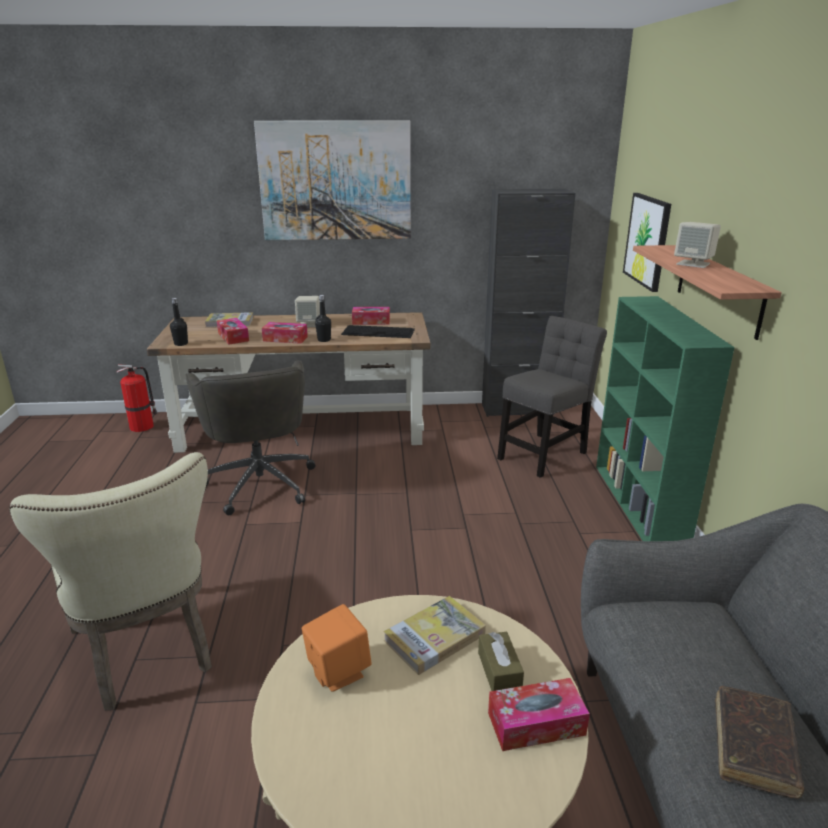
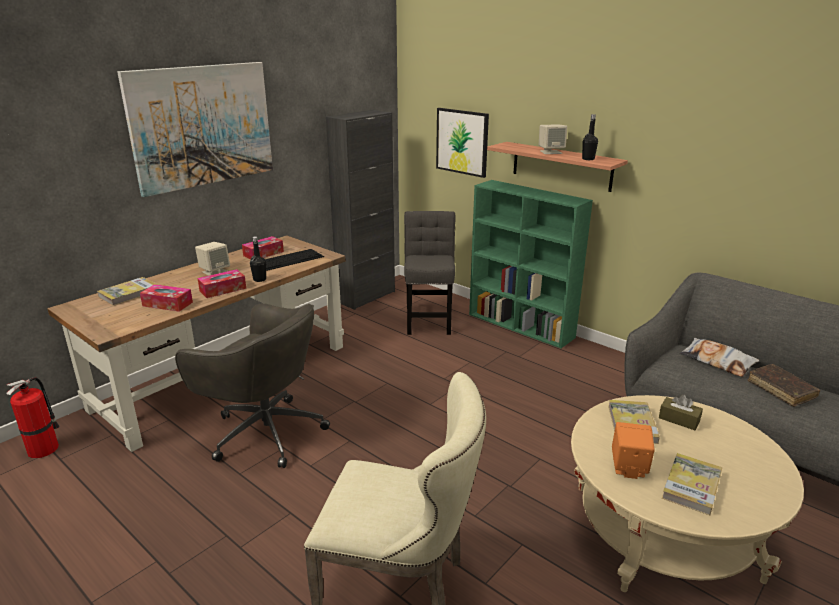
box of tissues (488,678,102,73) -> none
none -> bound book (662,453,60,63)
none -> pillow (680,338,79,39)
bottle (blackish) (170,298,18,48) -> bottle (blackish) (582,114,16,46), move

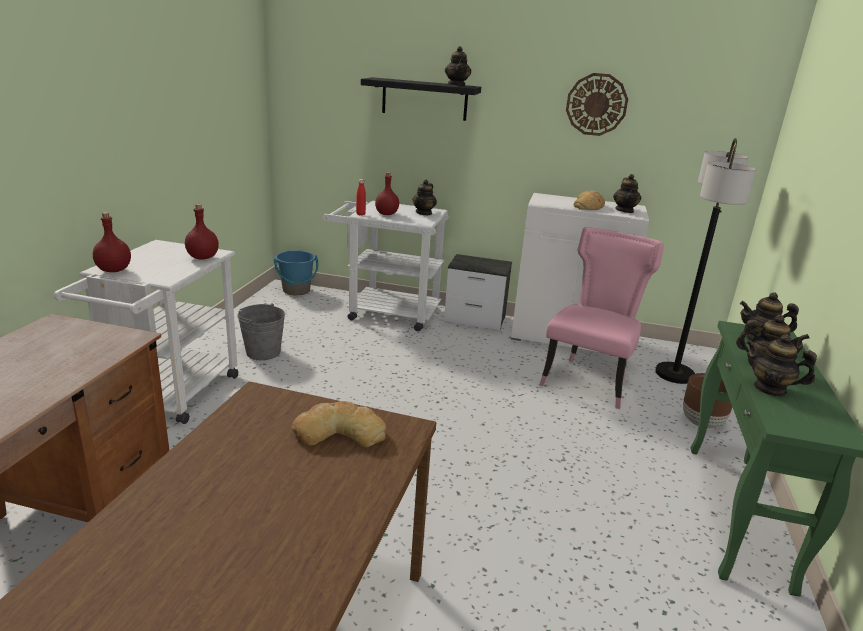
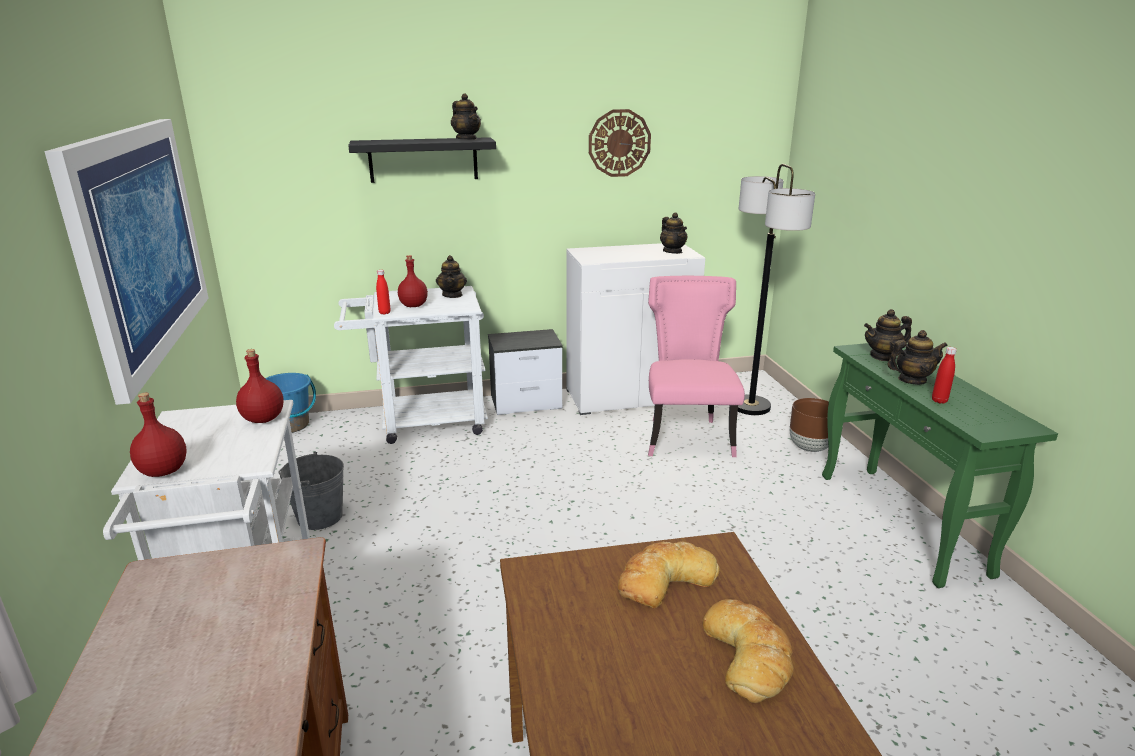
none -> wall picture (44,119,164,286)
bread (574,190,31,20) -> bread (703,599,91,104), move
pot for tea (746,334,71,63) -> bottle (red-coloured) (932,347,25,57)

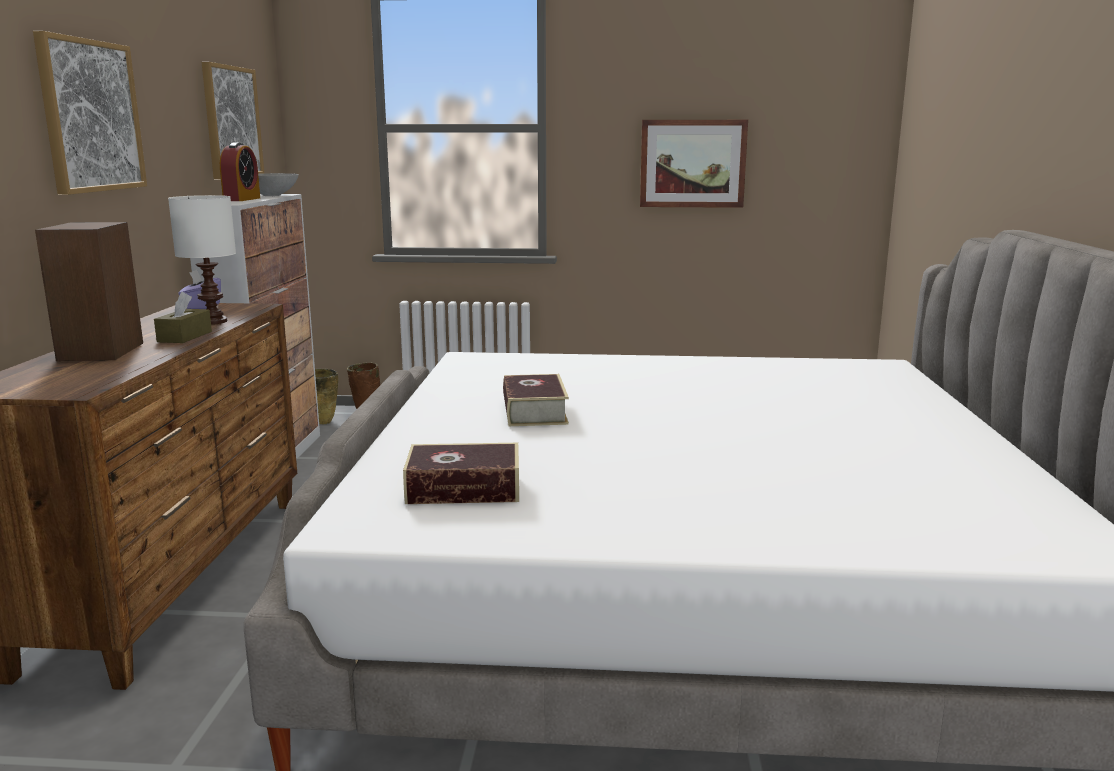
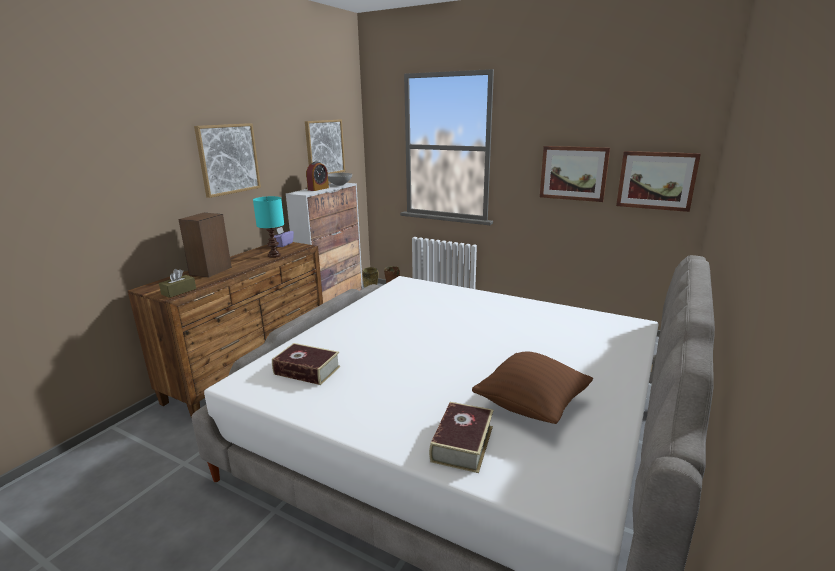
none -> pillow (brownish) (472,352,121,72)
none -> wall picture (616,151,85,61)
box of tissues (brownish) (154,292,58,51) -> box of tissues (brownish) (159,269,37,29), move
bound book (503,374,66,52) -> bound book (429,402,65,71), move
lamp for a table (white-coloured) (168,195,68,130) -> lamp for a table (blue-green) (253,196,31,62)

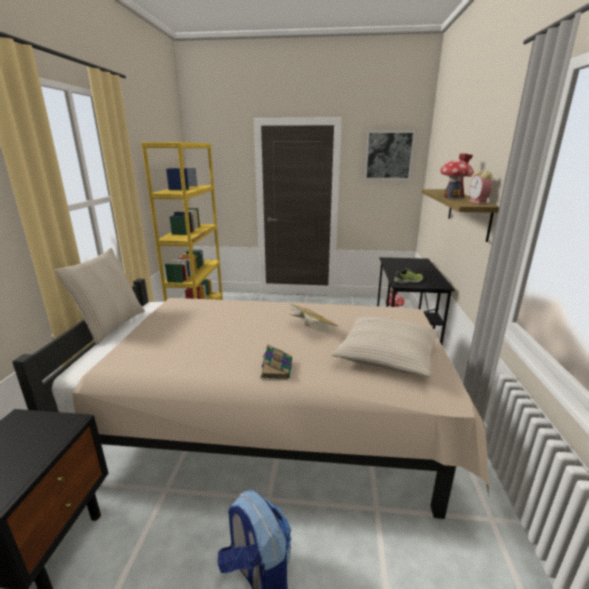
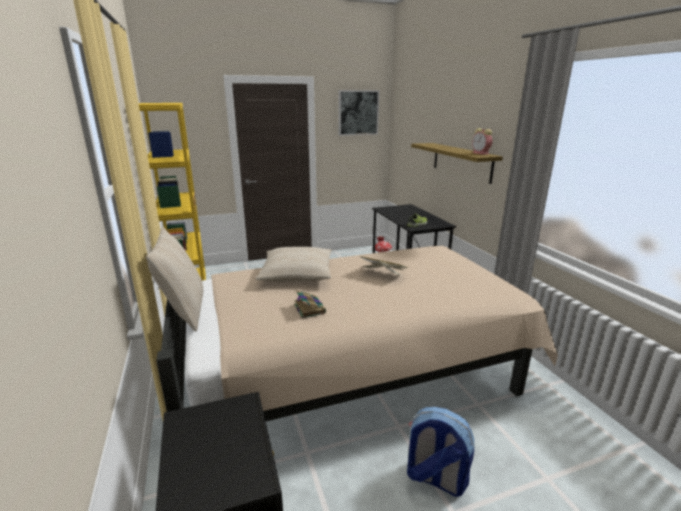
model house (440,153,34,45) -> none
bound book (261,345,31,34) -> bound book (294,290,32,28), move
pillow (sand-coloured) (331,316,108,61) -> pillow (sand-coloured) (256,247,76,35), move

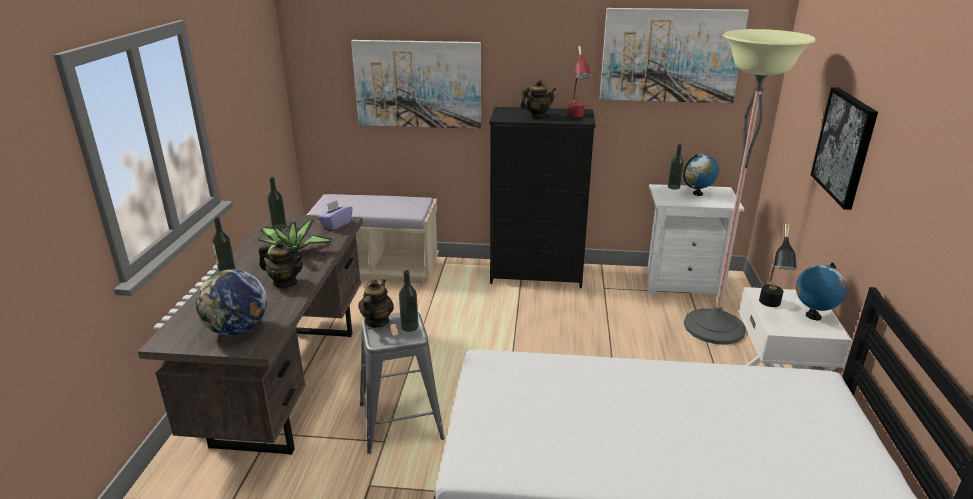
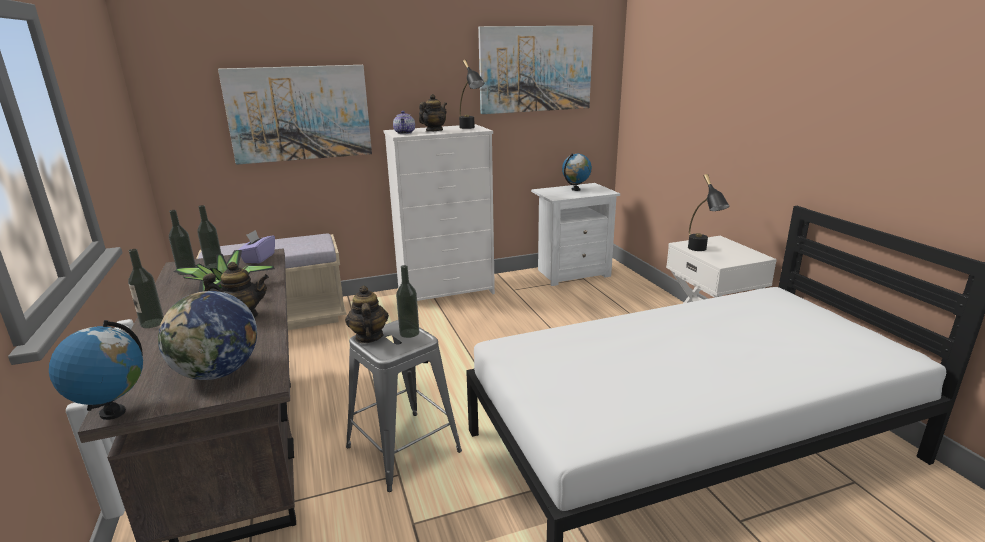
standard lamp (684,29,132,316) -> none
wall picture (811,87,67,123) -> none
none -> pot for tea (393,111,22,23)
bottle (668,144,16,46) -> bottle (197,205,24,64), move
world globe (796,263,51,57) -> world globe (49,320,94,100), move
dresser (blackish) (489,107,106,181) -> dresser (white-coloured) (384,124,111,177)
lamp for a table (red-coloured) (568,46,23,71) -> lamp for a table (blackish) (459,60,25,69)

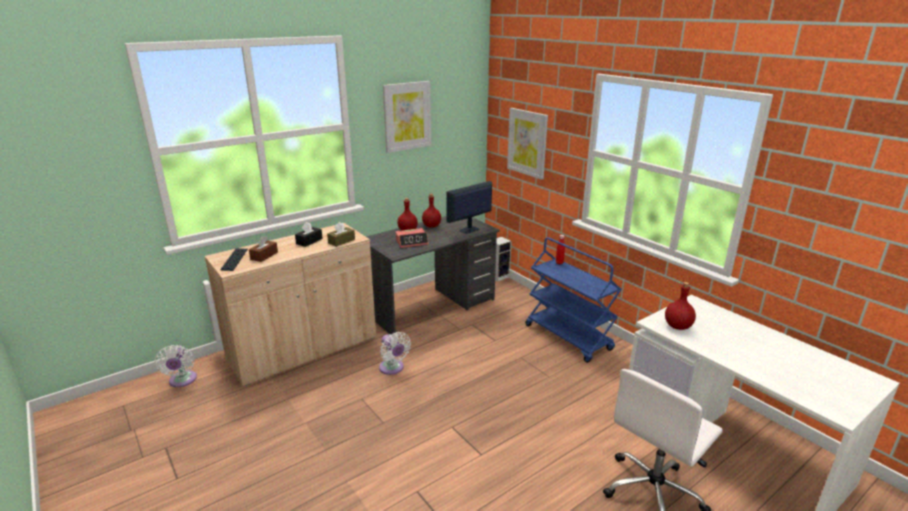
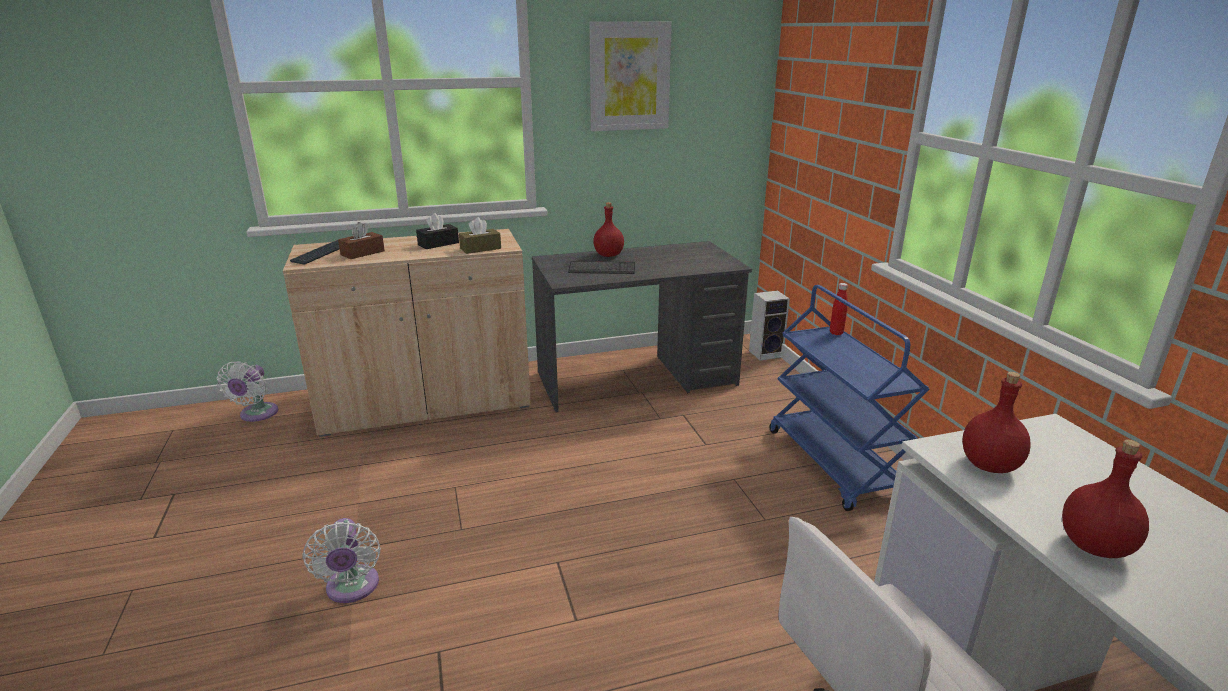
computer display (446,181,46,53) -> none
wall picture (507,108,41,72) -> none
fan (white-coloured) (379,332,32,43) -> fan (white-coloured) (302,518,78,85), move
bottle (red-coloured) (422,194,19,34) -> bottle (red-coloured) (1062,440,87,118), move
table clock (395,228,34,20) -> computer keyboard (568,261,67,13)

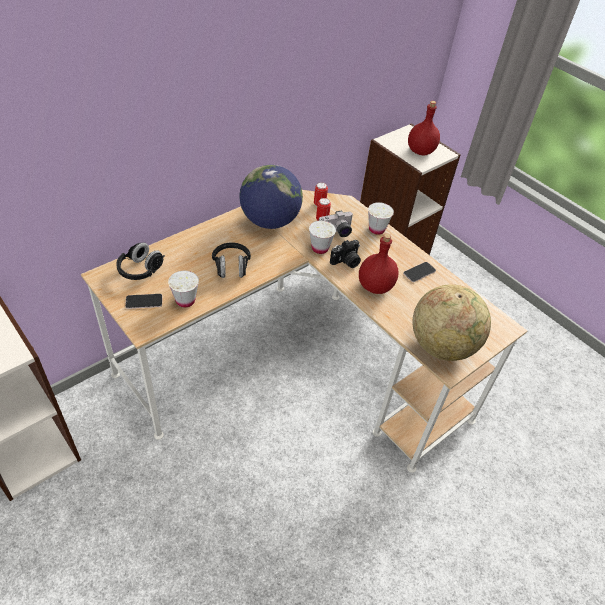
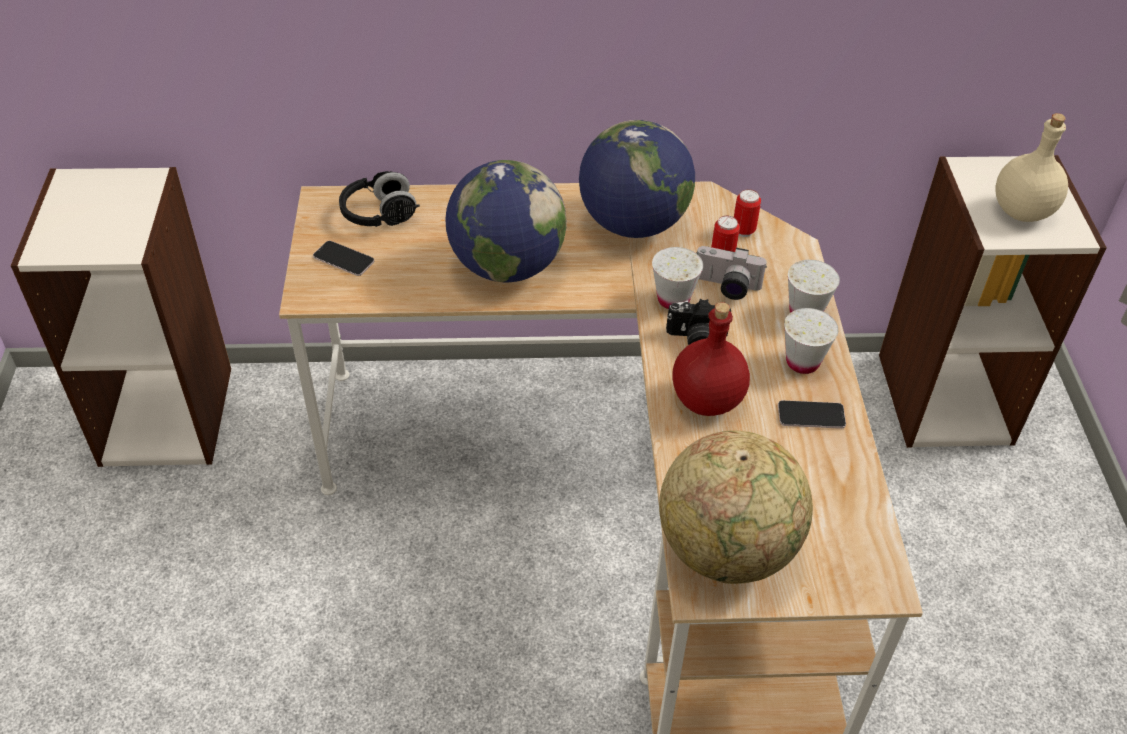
small cup (white-coloured) (168,271,31,36) -> small cup (white-coloured) (784,308,54,66), move
headphones (blackish) (212,243,39,35) -> world globe (446,160,121,122)
bottle (red-coloured) (408,101,32,55) -> bottle (sand-coloured) (995,113,73,109)

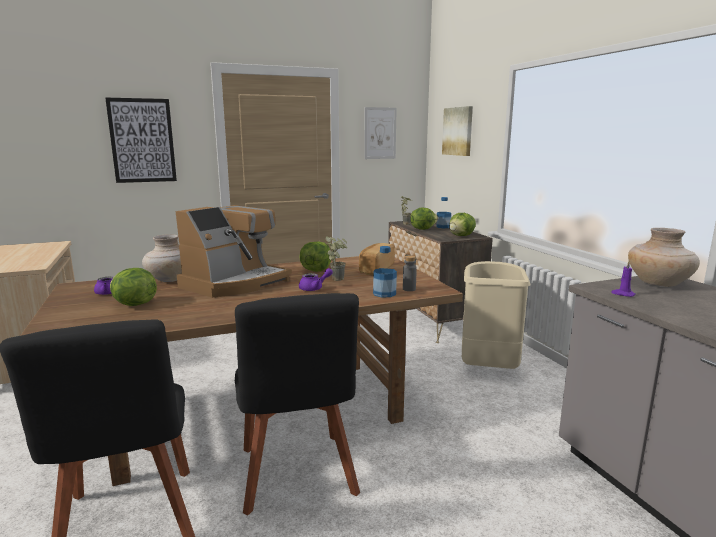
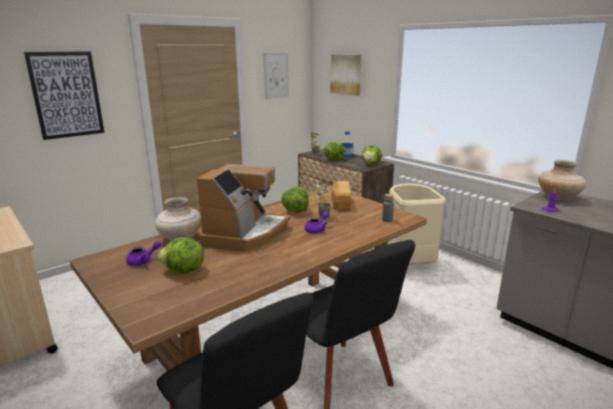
bottle (373,246,24,52) -> none

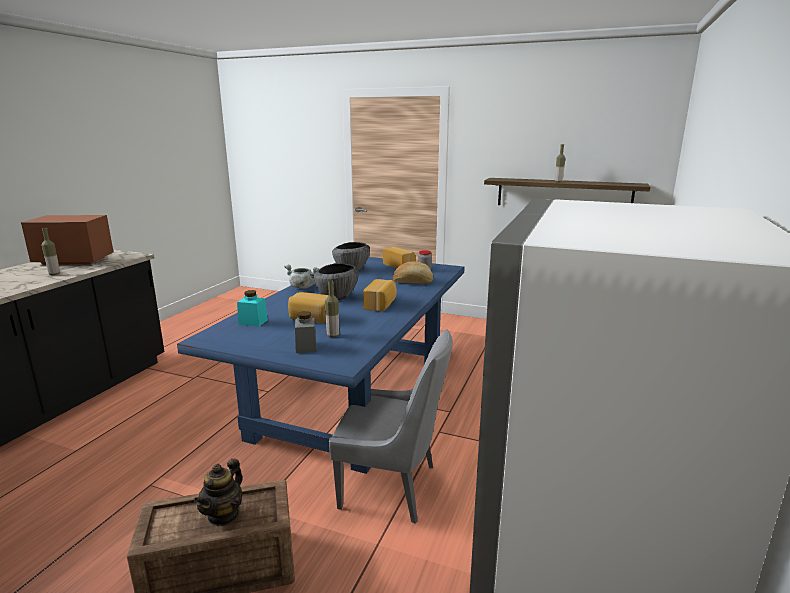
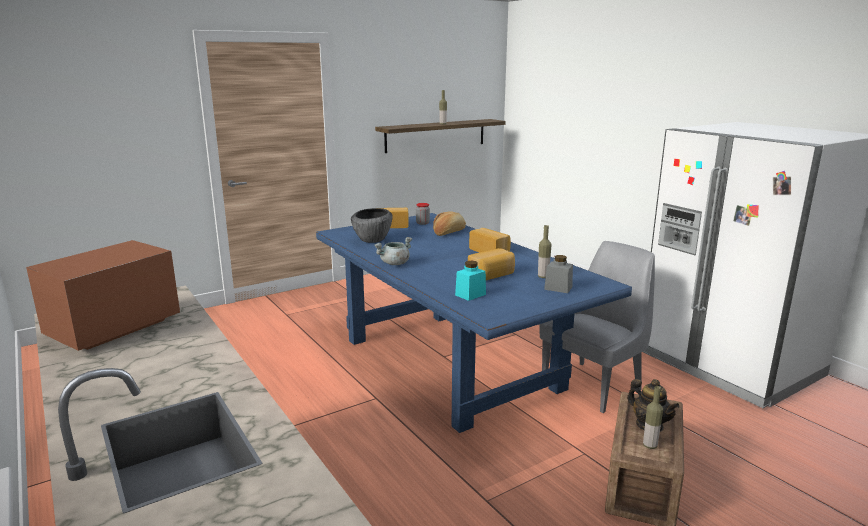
deep dish (314,264,45,36) -> none
bottle (41,227,19,48) -> bottle (643,386,20,63), move

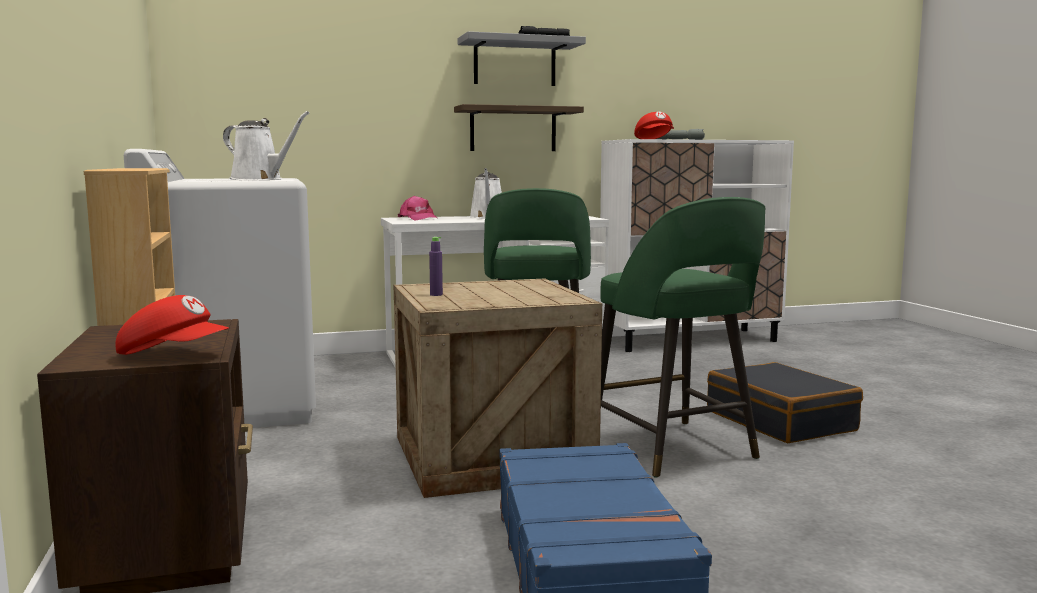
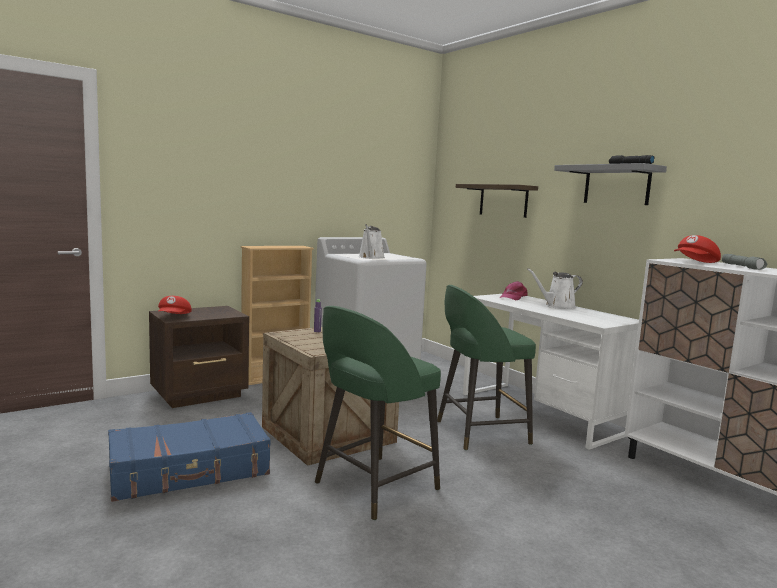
travel case (blackish) (707,362,156,81) -> none
shelf (454,104,130,47) -> shelf (456,184,82,34), move

